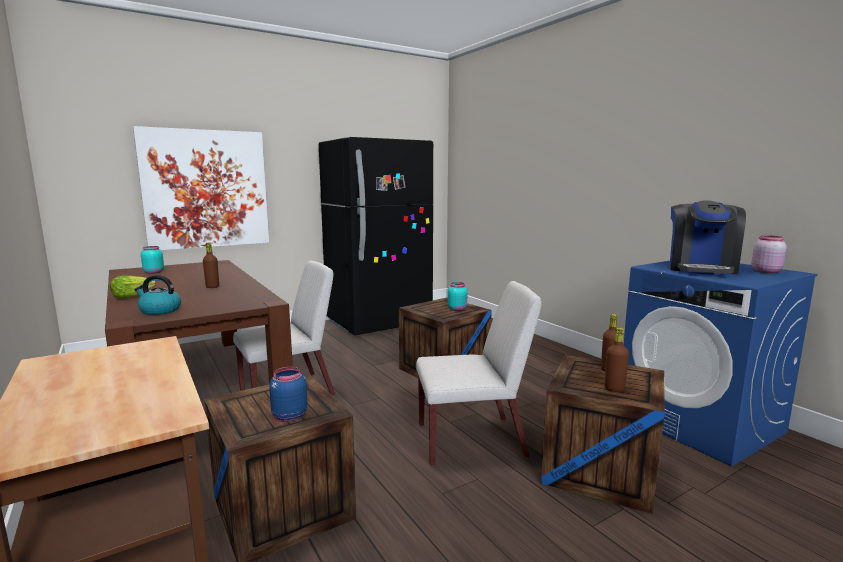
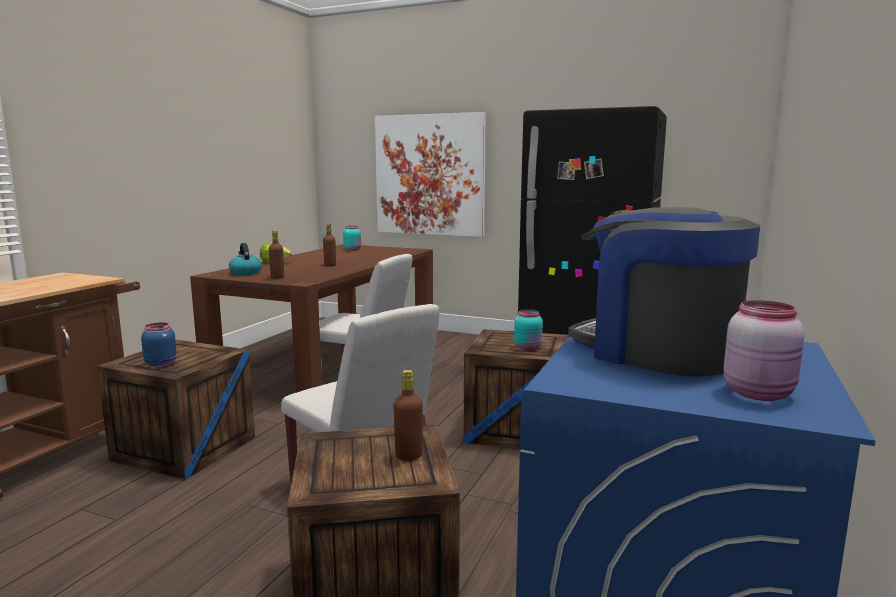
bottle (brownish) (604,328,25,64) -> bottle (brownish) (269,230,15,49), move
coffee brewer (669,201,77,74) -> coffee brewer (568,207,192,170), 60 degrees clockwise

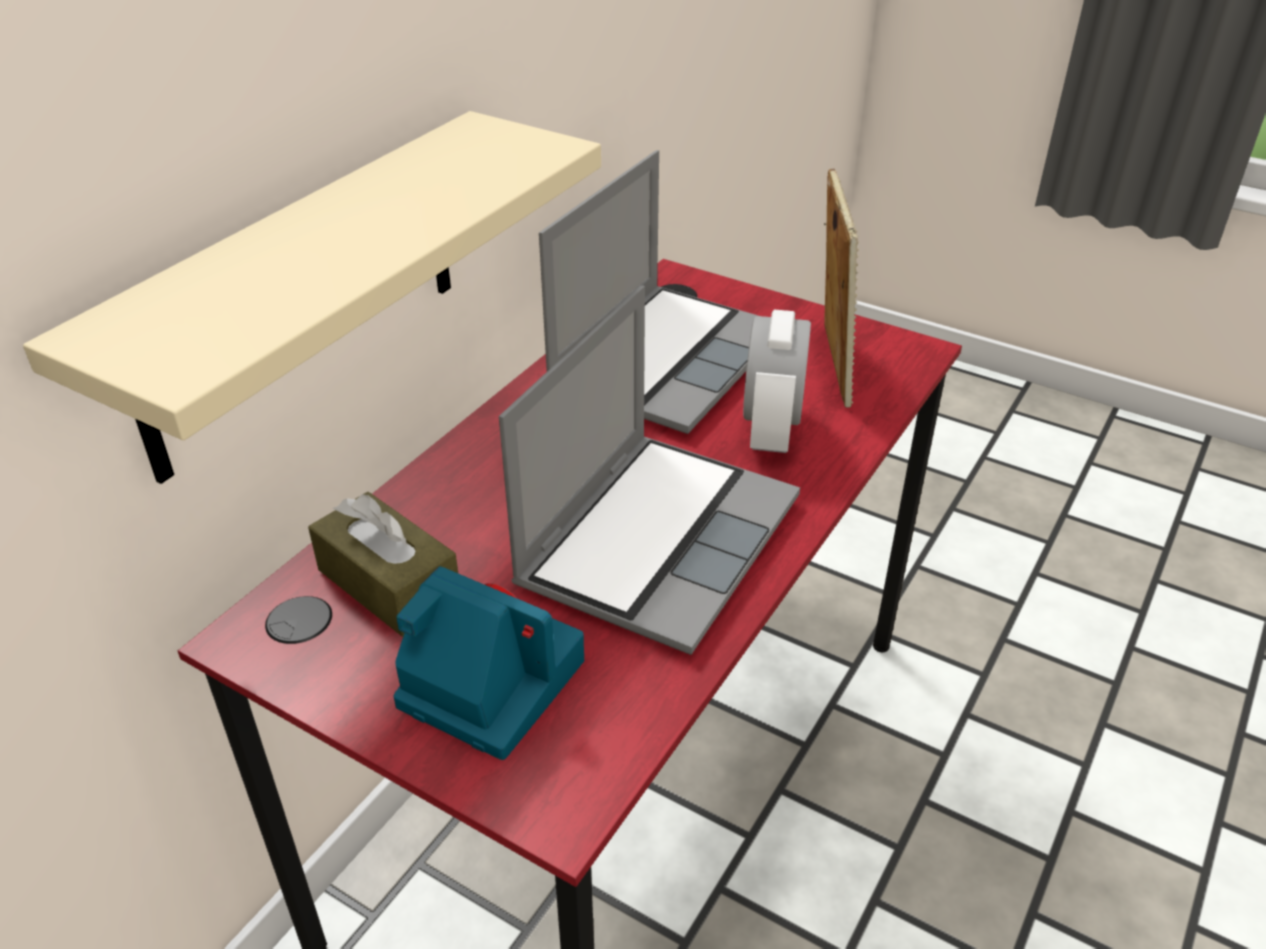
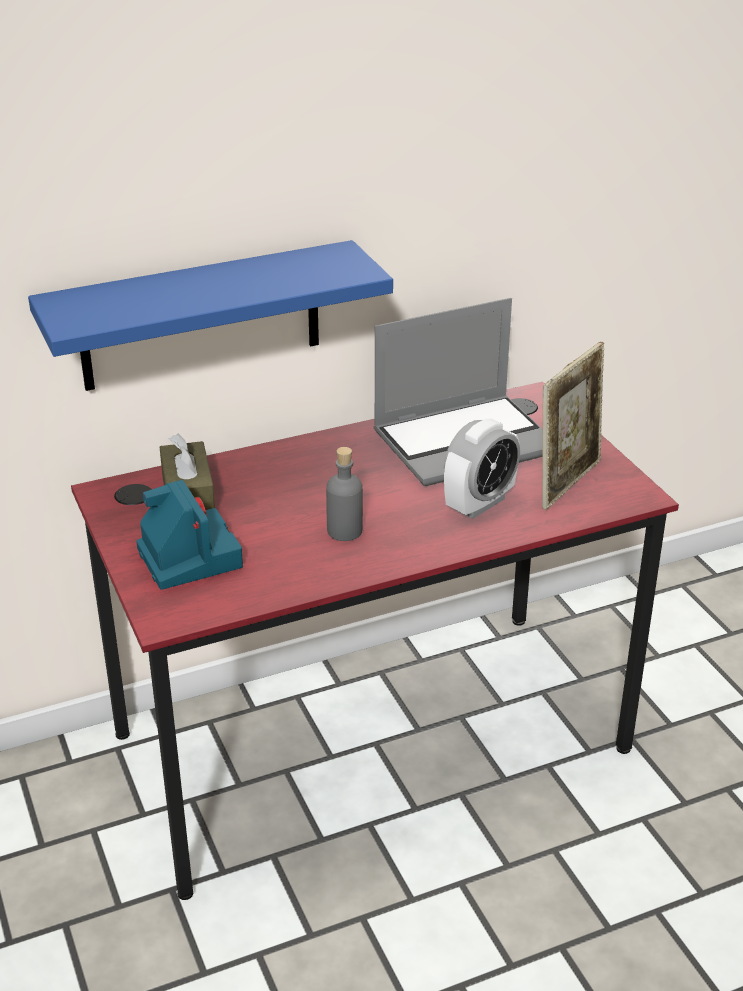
portable computer (499,285,301,370) -> bottle (gray) (326,447,37,94)
shelf (sand-coloured) (23,111,578,373) -> shelf (bluish) (28,240,365,151)

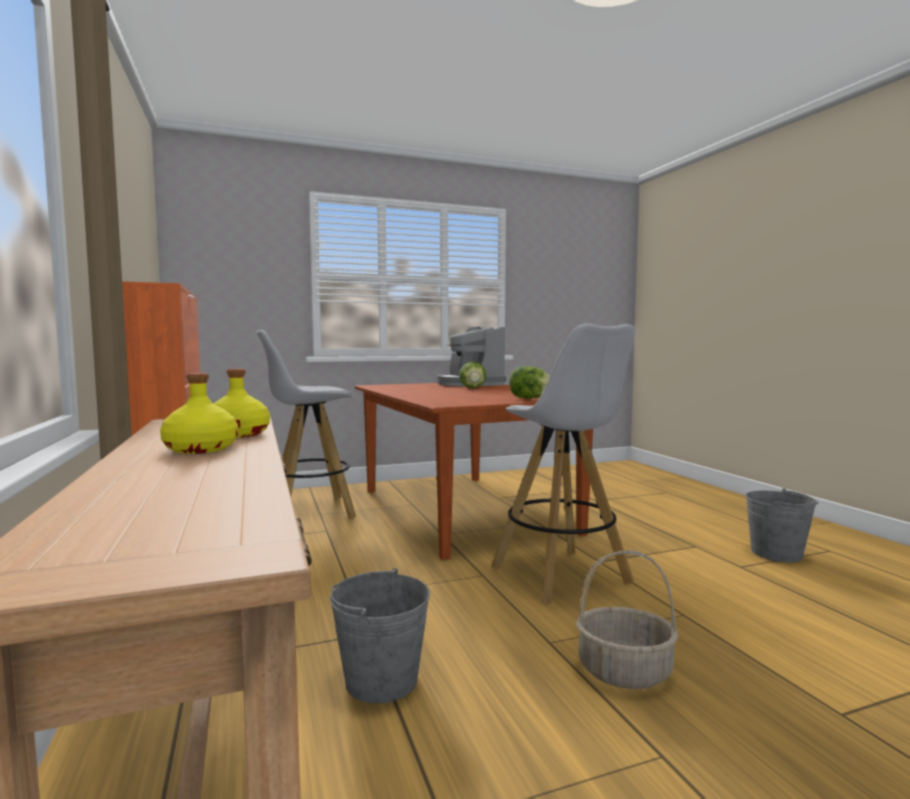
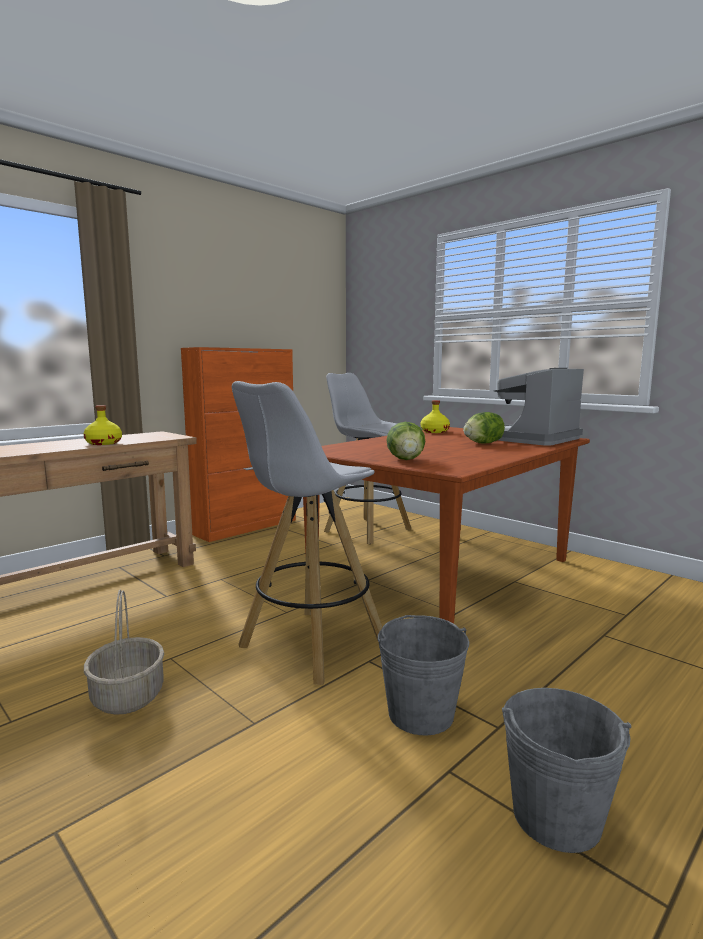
bottle (yellow-coloured) (160,373,78,81) -> bottle (yellow-coloured) (421,400,29,33), move
water bucket (gray) (330,568,100,136) -> water bucket (gray) (378,615,91,120), move

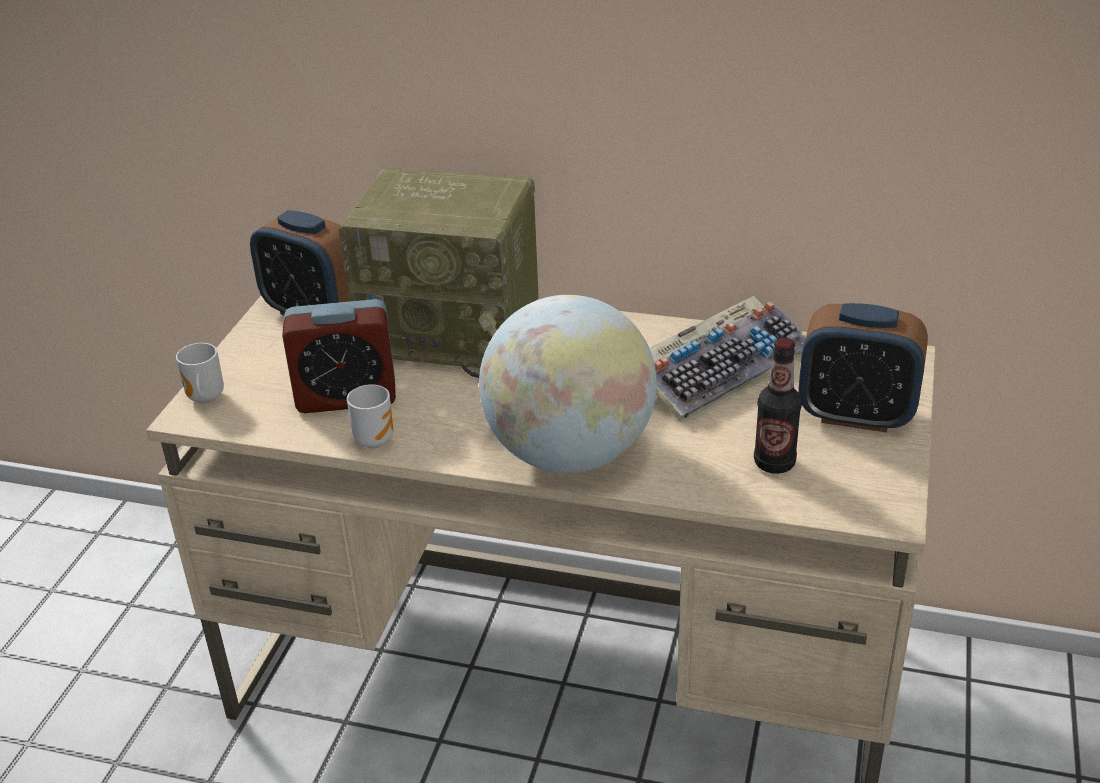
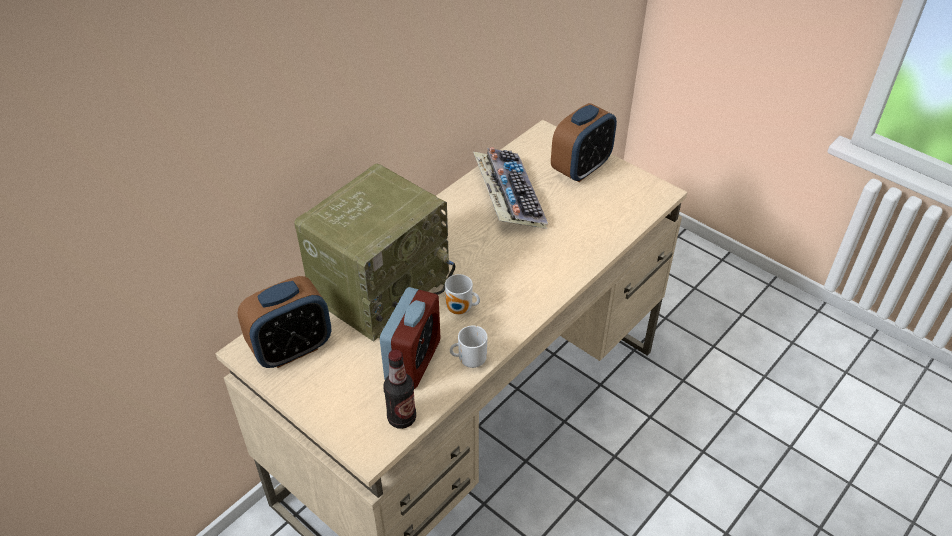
world globe (479,295,178,178) -> none
tea mug (176,343,48,60) -> tea mug (445,274,35,41), move
bottle (754,337,48,137) -> bottle (383,350,33,79), move

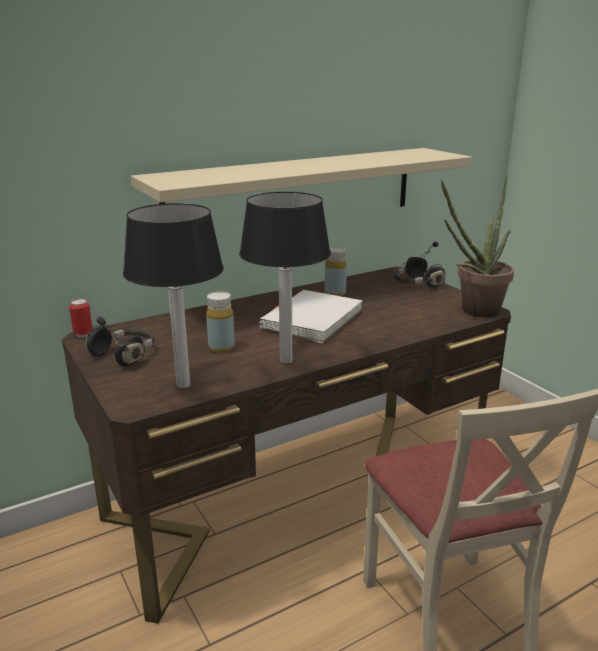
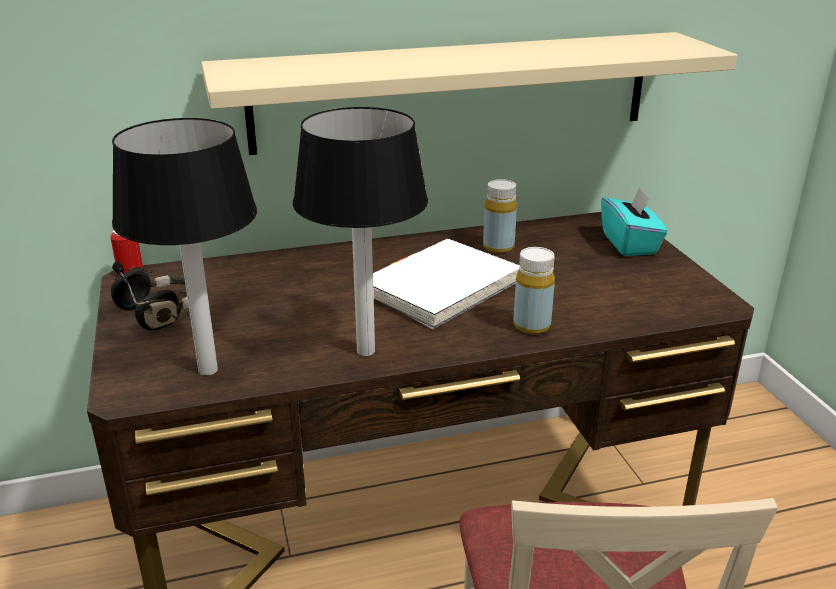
houseplant (441,174,73,144) -> none
bottle (yellow-coloured) (206,292,29,61) -> bottle (yellow-coloured) (513,247,42,87), move
headphones (blackish) (393,242,53,46) -> box of tissues (blue-green) (601,187,67,69)

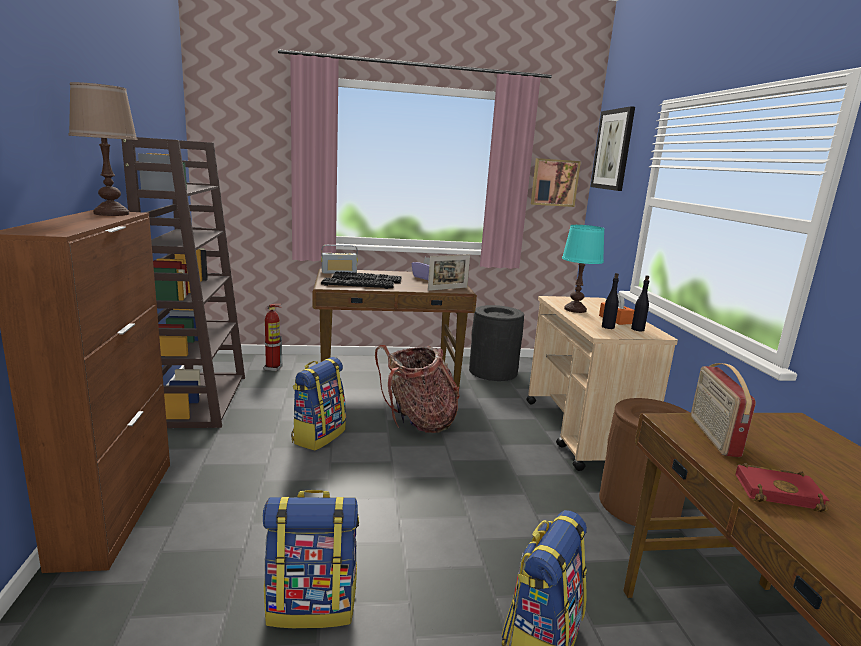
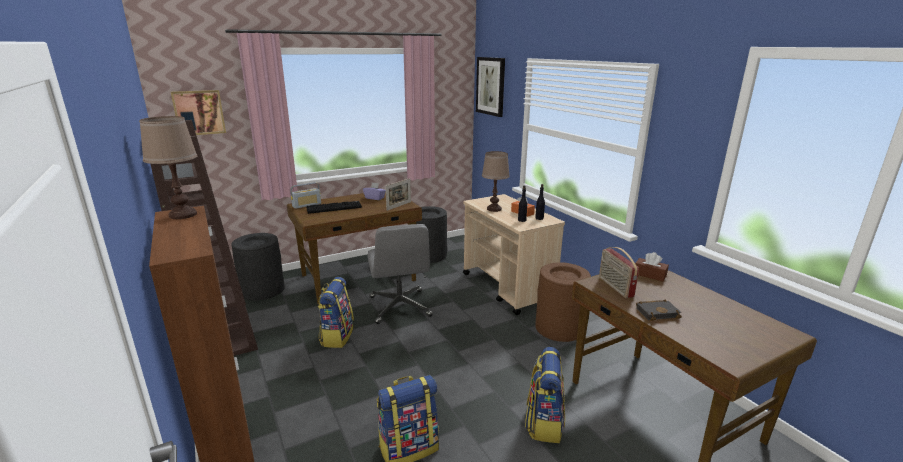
computer keyboard (321,278,73,11) -> none
none -> box of tissues (brownish) (635,252,34,29)
wall picture (531,158,50,49) -> wall picture (171,90,55,45), move
fire extinguisher (263,304,20,67) -> waste bin (blackish) (231,233,54,68)
knapsack (375,345,85,88) -> computer chair (gray) (368,224,65,100)
lamp for a table (blue-green) (562,225,43,88) -> lamp for a table (brownish) (482,151,28,61)
bound book (red-coloured) (735,463,95,50) -> bound book (blackish) (636,300,46,21)

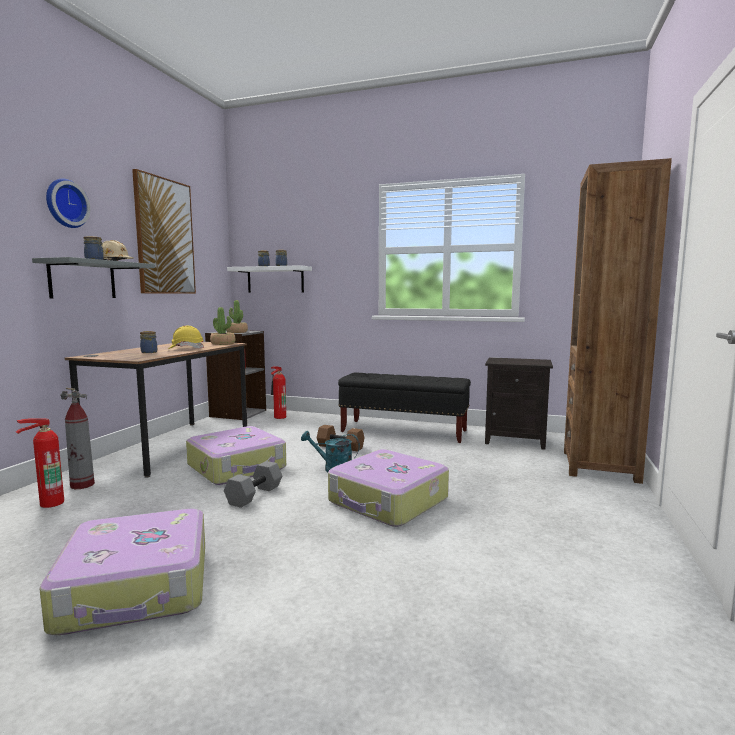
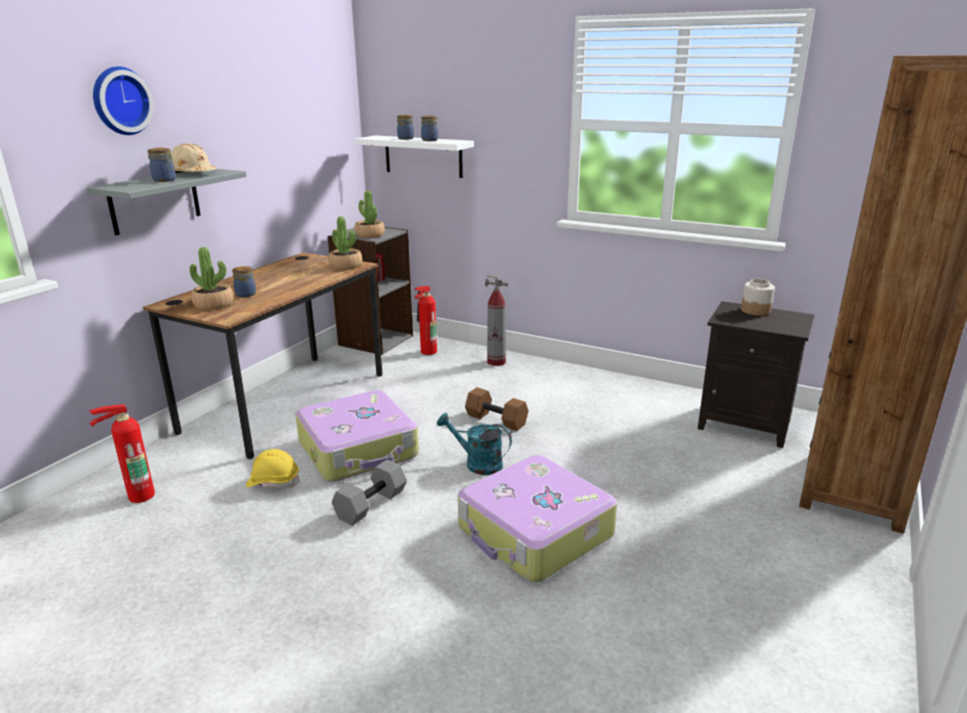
travel case (40,509,165,126) -> none
wall picture (132,169,64,125) -> none
bench (blackish) (338,373,133,70) -> none
none -> houseplant (190,247,44,63)
none -> storage jar (741,279,34,37)
fire extinguisher (60,388,35,101) -> fire extinguisher (485,275,23,91), move
work helmet (yellow-coloured) (168,326,37,23) -> work helmet (yellow-coloured) (246,449,54,39), move

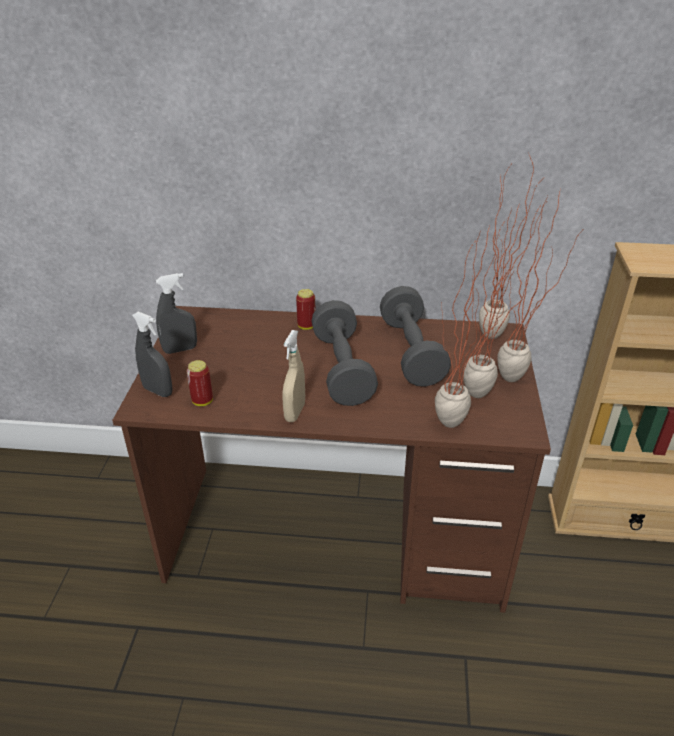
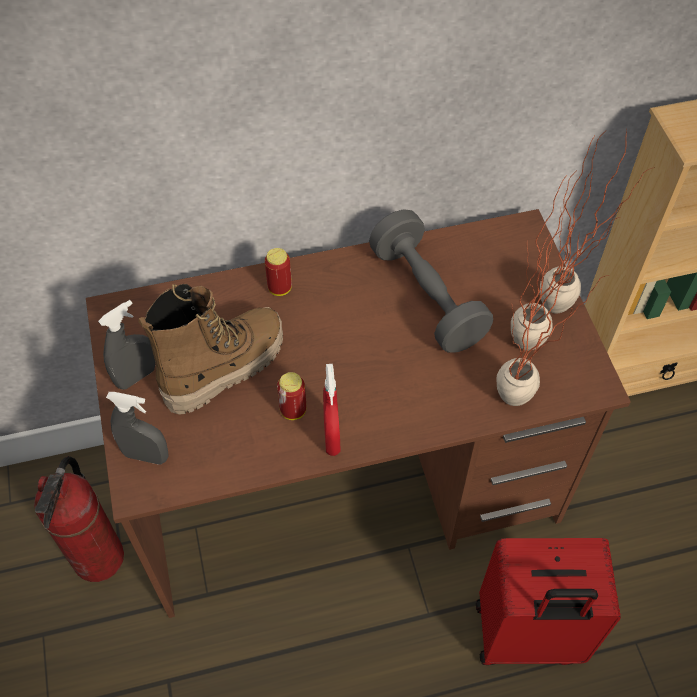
free weight (gray) (311,300,67,106) -> none
houseplant (479,155,69,184) -> none
none -> fire extinguisher (34,456,90,126)
none -> tall boot (138,284,145,131)
none -> travel case (red-coloured) (476,538,145,127)
metal can (187,360,26,46) -> metal can (277,372,29,48), move
hand sprayer (sand-coloured) (282,330,23,92) -> hand sprayer (red-coloured) (323,364,18,92)

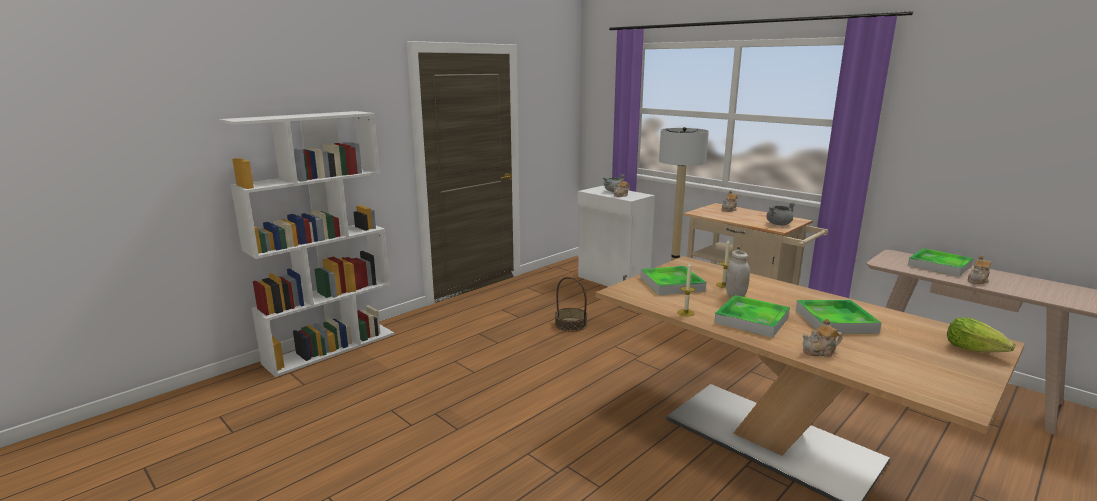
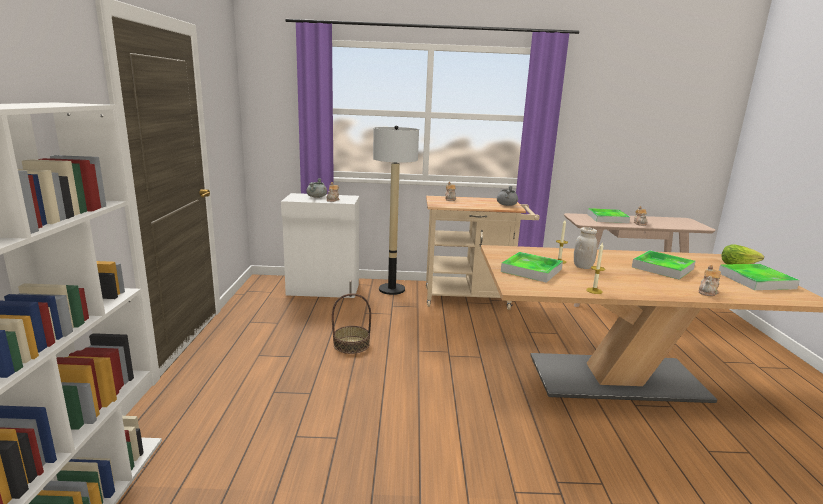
tray (714,295,76,43) -> tray (719,264,81,26), move

